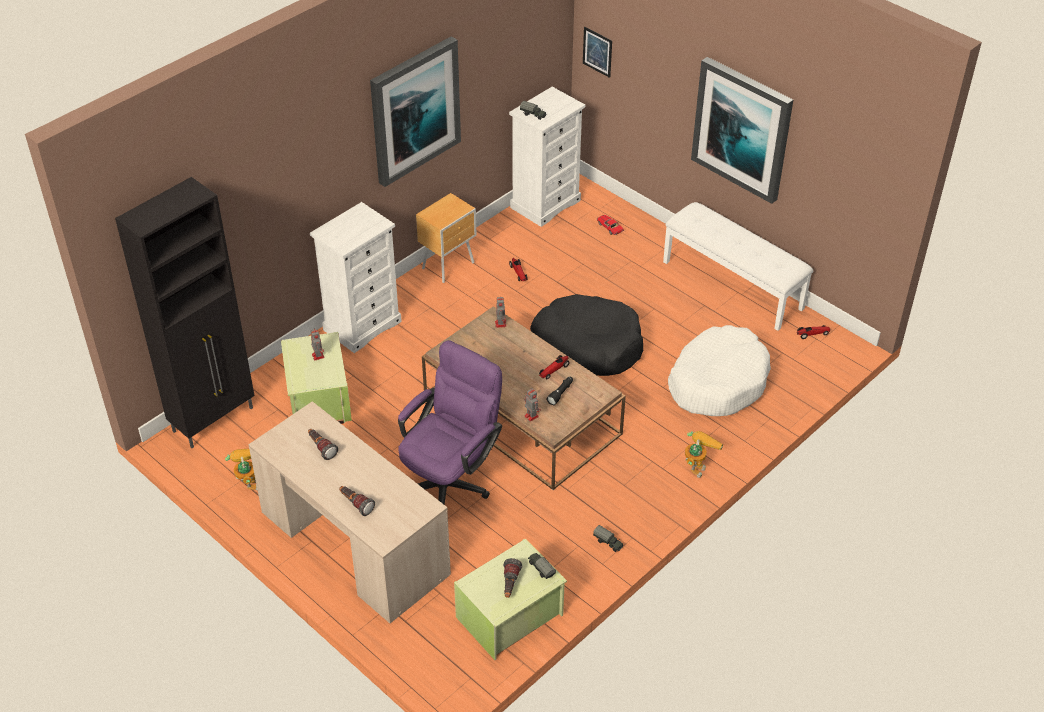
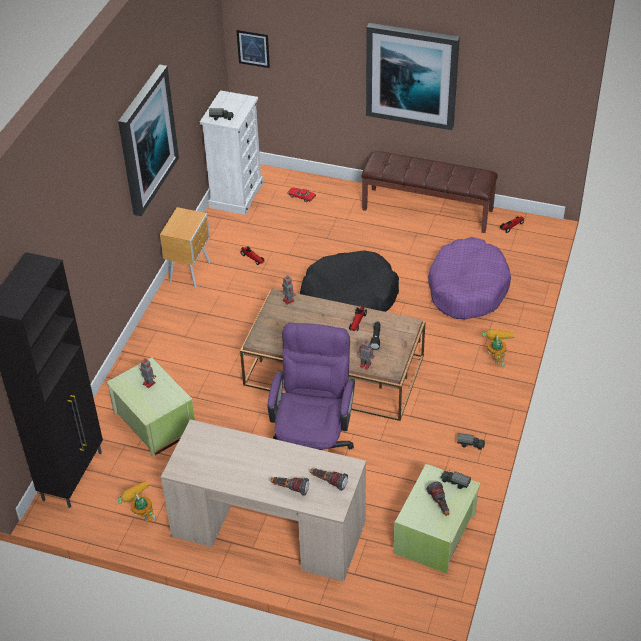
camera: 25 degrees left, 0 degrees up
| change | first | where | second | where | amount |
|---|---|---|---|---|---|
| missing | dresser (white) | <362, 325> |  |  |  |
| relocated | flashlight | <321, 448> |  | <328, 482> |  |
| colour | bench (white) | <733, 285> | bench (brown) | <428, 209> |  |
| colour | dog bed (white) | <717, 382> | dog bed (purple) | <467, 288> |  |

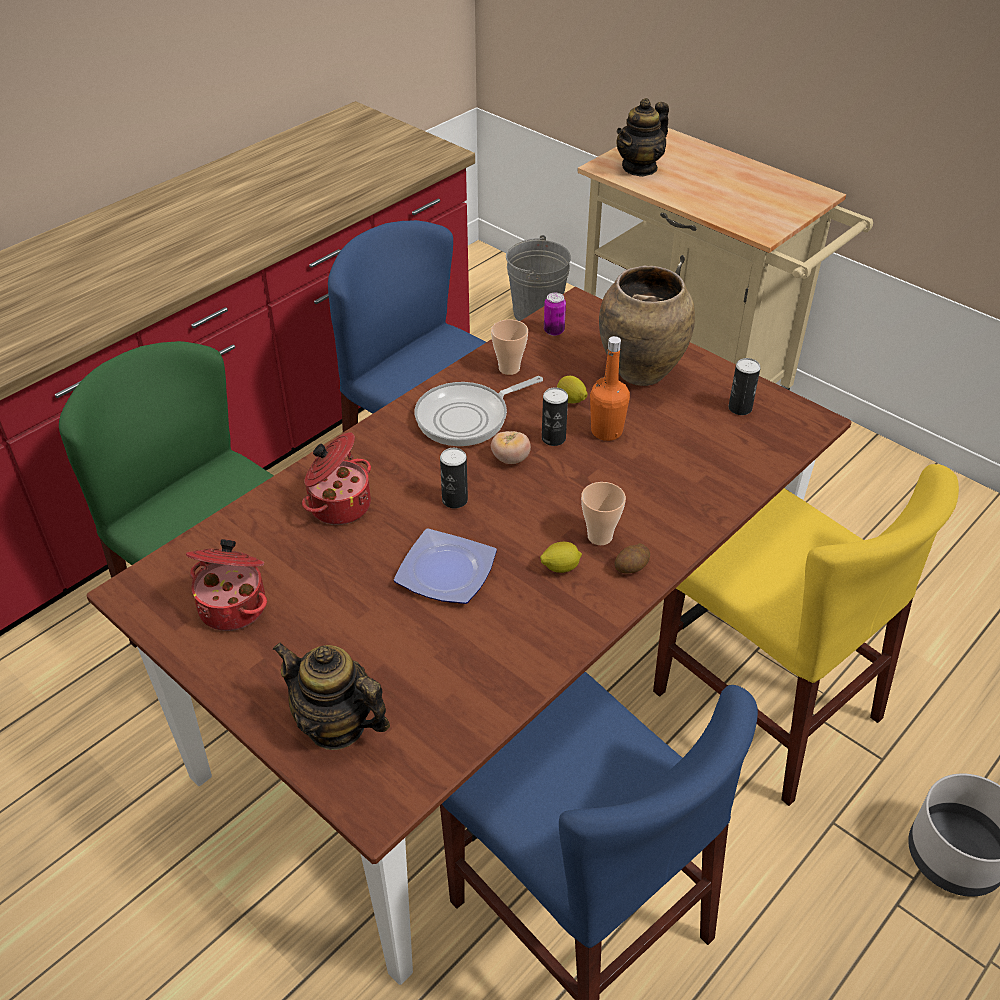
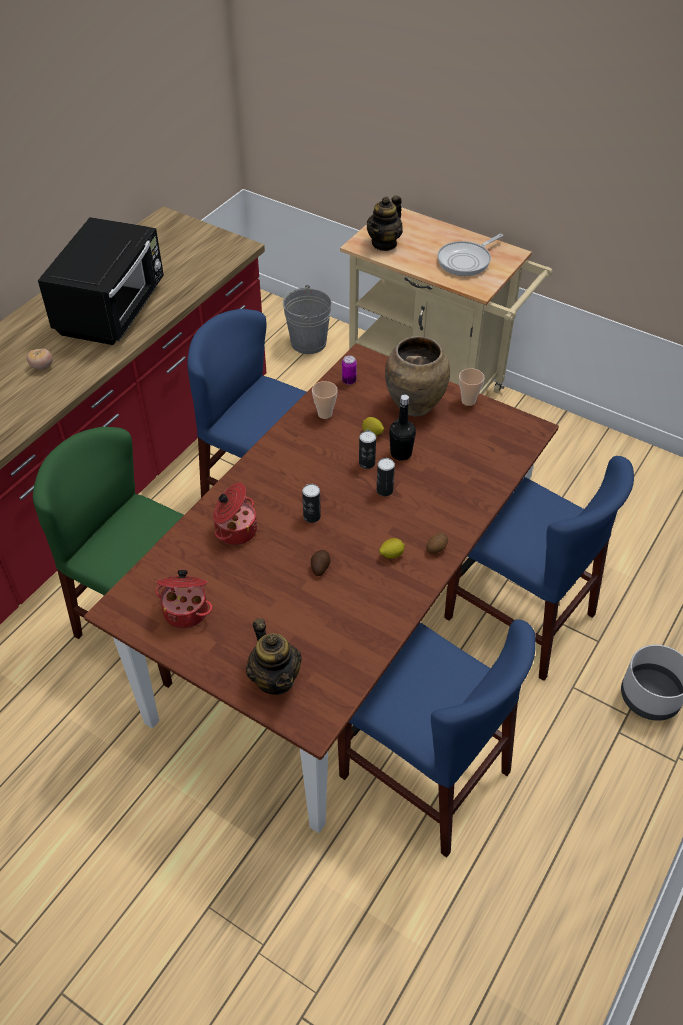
camera: 10 degrees left, 5 degrees up
| change | first | where | second | where | amount |
|---|---|---|---|---|---|
| appeared |  |  | microwave (black) | <113, 310> |  |
| relocated | frying pan | <467, 418> |  | <466, 261> |  |
| relocated | tomato | <510, 459> |  | <42, 366> |  |
| relocated | cup | <600, 536> |  | <468, 401> |  |
| relocated | can | <740, 408> |  | <384, 490> |  |
| exchanged | plate | <448, 571> | potato | <320, 567> |  |
| colour | bottle (orange) | <606, 431> | bottle (black) | <401, 453> |  |
| colour | chair (yellow) | <765, 704> | chair (blue) | <519, 616> |  |
| spun | teapot | <336, 725> |  | <275, 679> | 135 degrees counterclockwise |

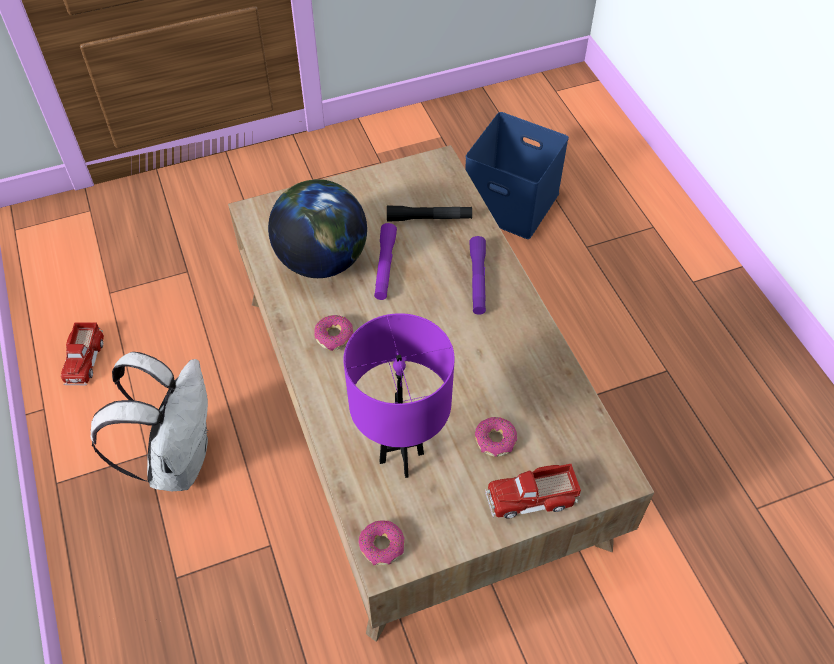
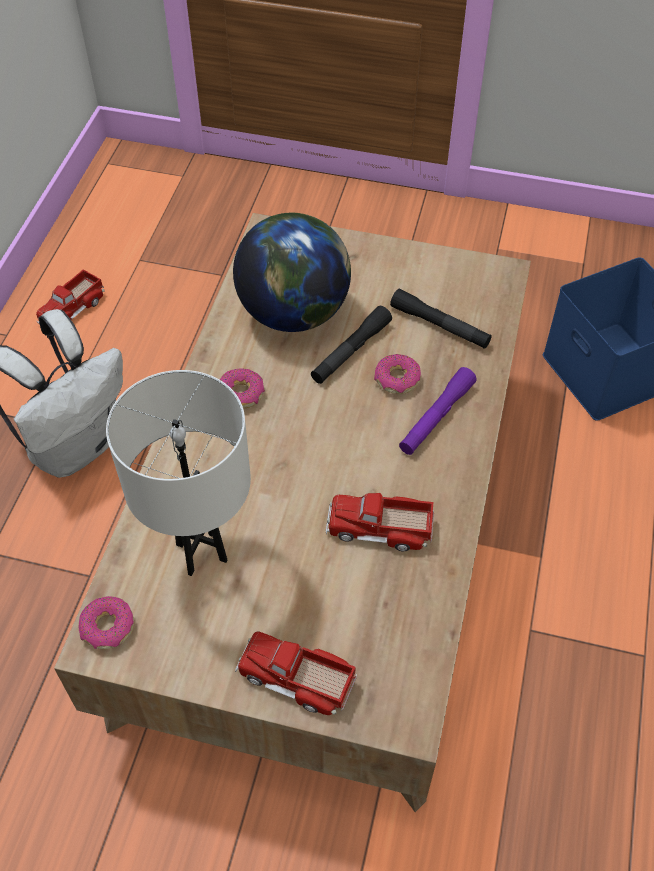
camera: 35 degrees right, 0 degrees up
| change | first | where | second | where | amount |
|---|---|---|---|---|---|
| appeared |  |  | toy truck | <379, 527> |  |
| relocated | donut | <495, 441> |  | <397, 379> |  |
| colour | table lamp (purple) | <401, 457> | table lamp (white) | <201, 552> |  |
| colour | flashlight (purple) | <385, 266> | flashlight (black) | <351, 351> |  |

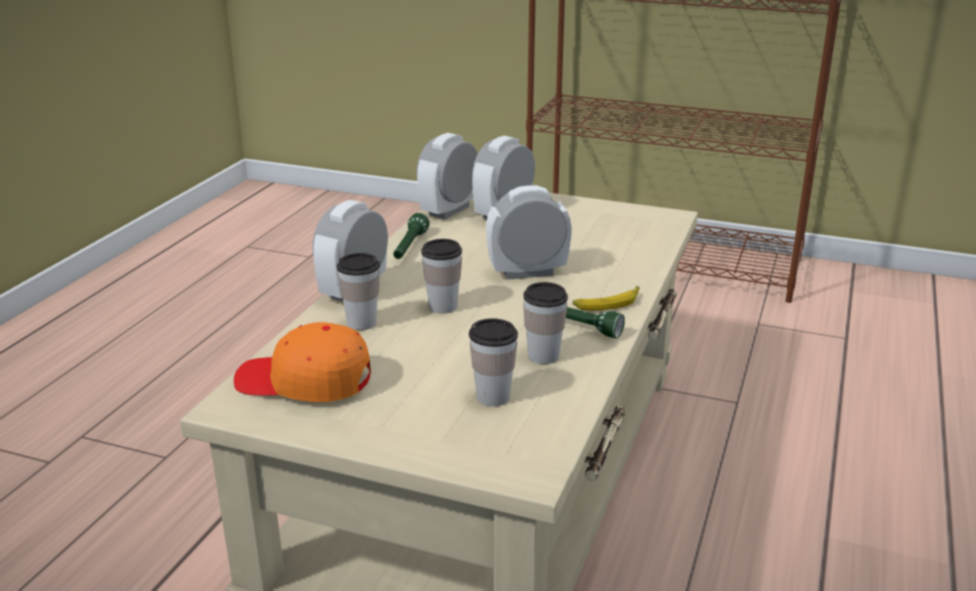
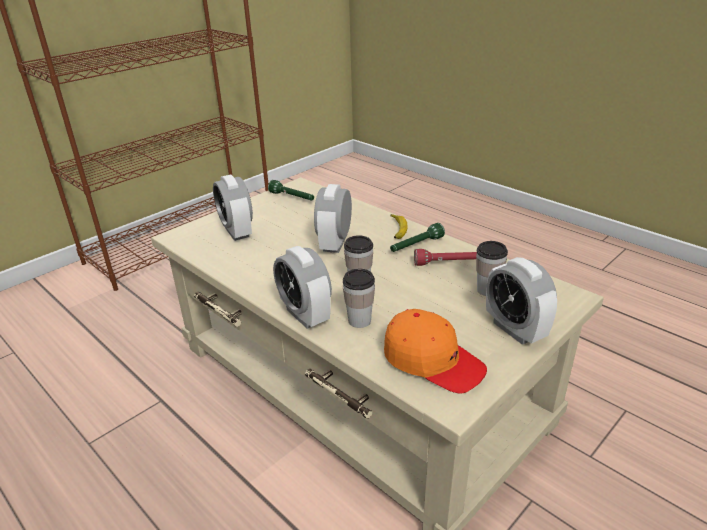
camera: 65 degrees left, 5 degrees up
| change | first | where | second | where | amount |
|---|---|---|---|---|---|
| relocated | flashlight (green) | <409, 247> |  | <292, 198> |  |
| relocated | alarm clock | <449, 211> |  | <515, 330> |  |
| exchanged | cup | <543, 356> | flashlight (red) | <447, 263> |  |
| spun | cap (orange) | <305, 381> |  | <432, 361> | 90 degrees counterclockwise |

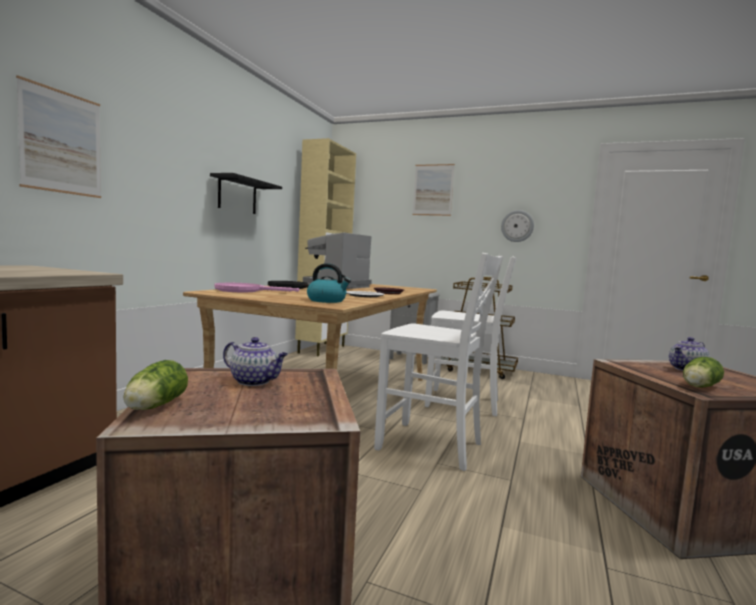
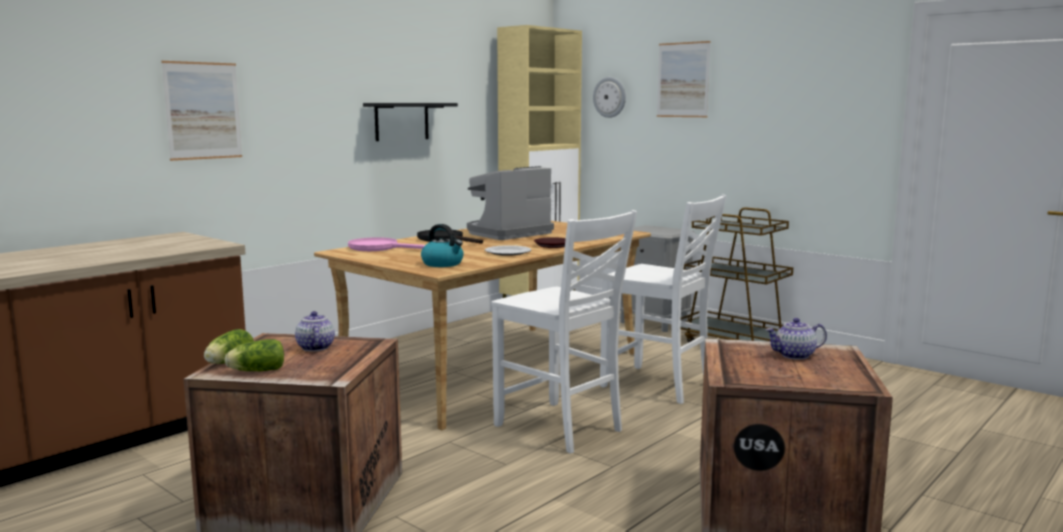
camera: 20 degrees right, 5 degrees up
| change | first | where | second | where | amount |
|---|---|---|---|---|---|
| relocated | wall clock | <517, 226> |  | <610, 97> |  |
| relocated | lettuce | <698, 387> |  | <255, 371> |  |
| spun | teapot | <255, 381> |  | <315, 347> | 150 degrees counterclockwise |

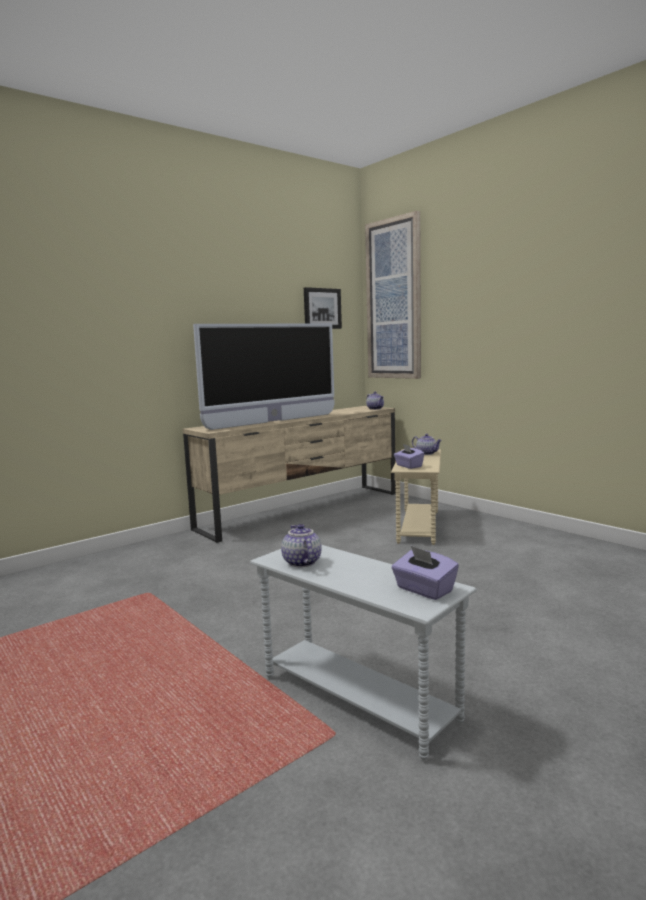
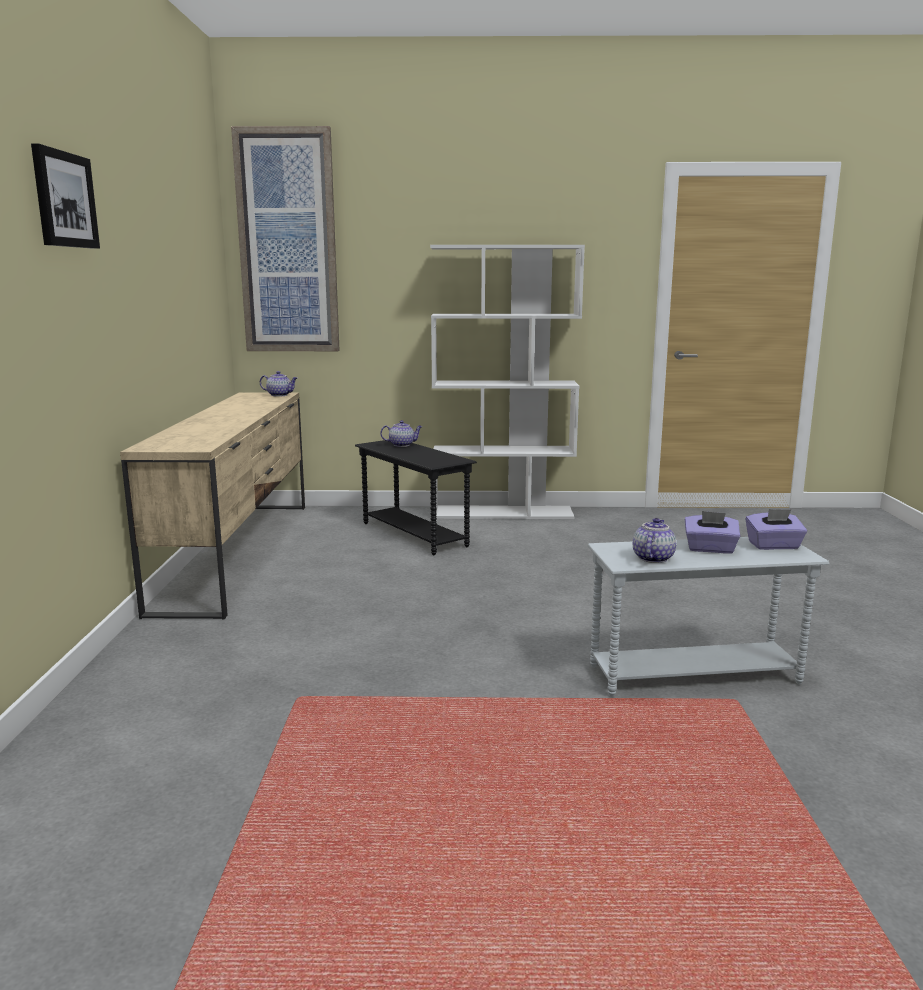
camera: 50 degrees left, 5 degrees up
| change | first | where | second | where | amount |
|---|---|---|---|---|---|
| missing | television | <273, 421> |  |  |  |
| appeared |  |  | bookcase (white) | <503, 513> |  |
| relocated | picture | <322, 308> |  | <64, 200> |  |
| relocated | tissue box (purple) | <408, 466> |  | <710, 549> |  |
| colour | side table (beige) | <418, 527> | side table (black) | <413, 535> |  |
| spun | teapot | <300, 562> |  | <652, 558> | 90 degrees clockwise |

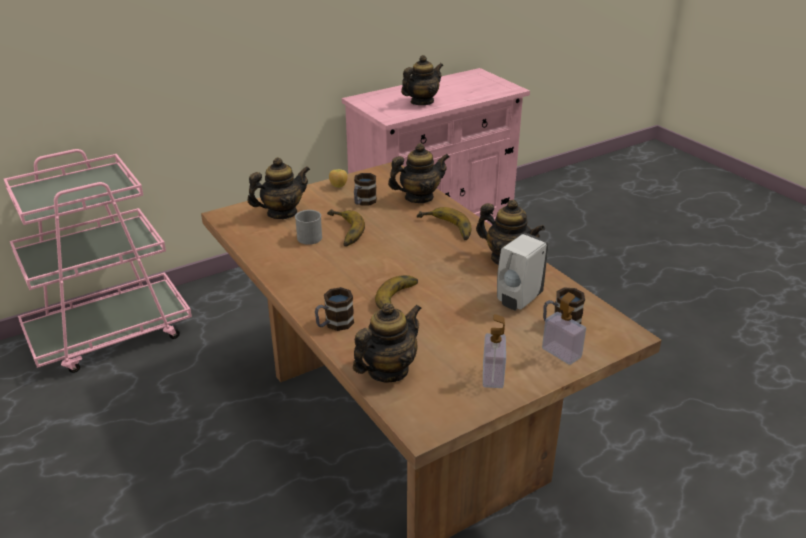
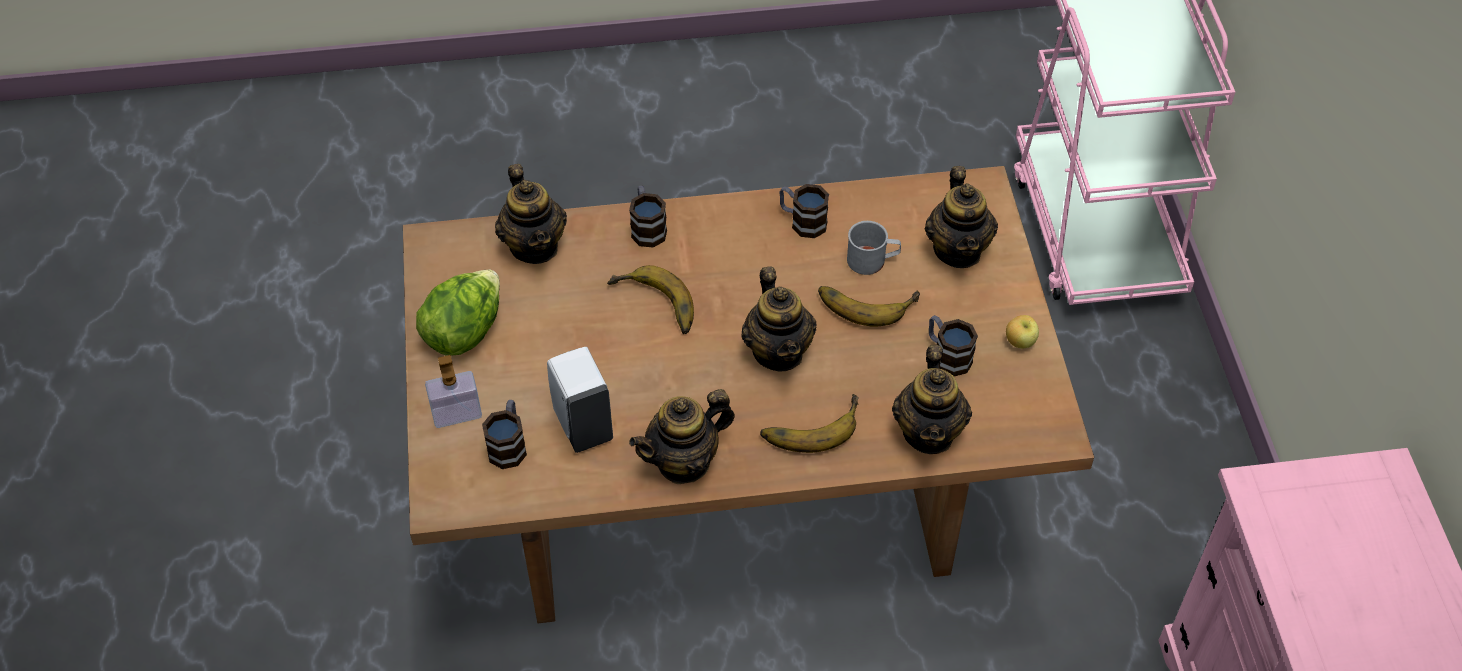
camera: 115 degrees right, 20 degrees up
| change | first | where | second | where | amount |
|---|---|---|---|---|---|
| appeared |  |  | mug | <802, 221> |  |
| relocated | teapot | <421, 102> |  | <778, 351> |  |
| exchanged | soap dispenser | <493, 376> | lettuce | <464, 331> |  |

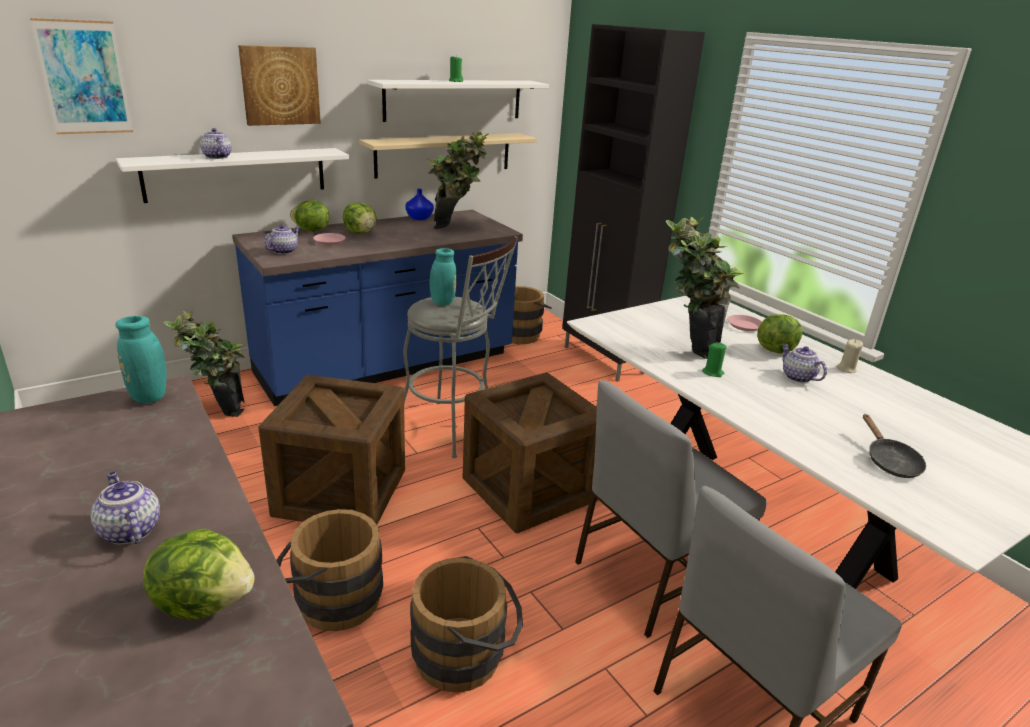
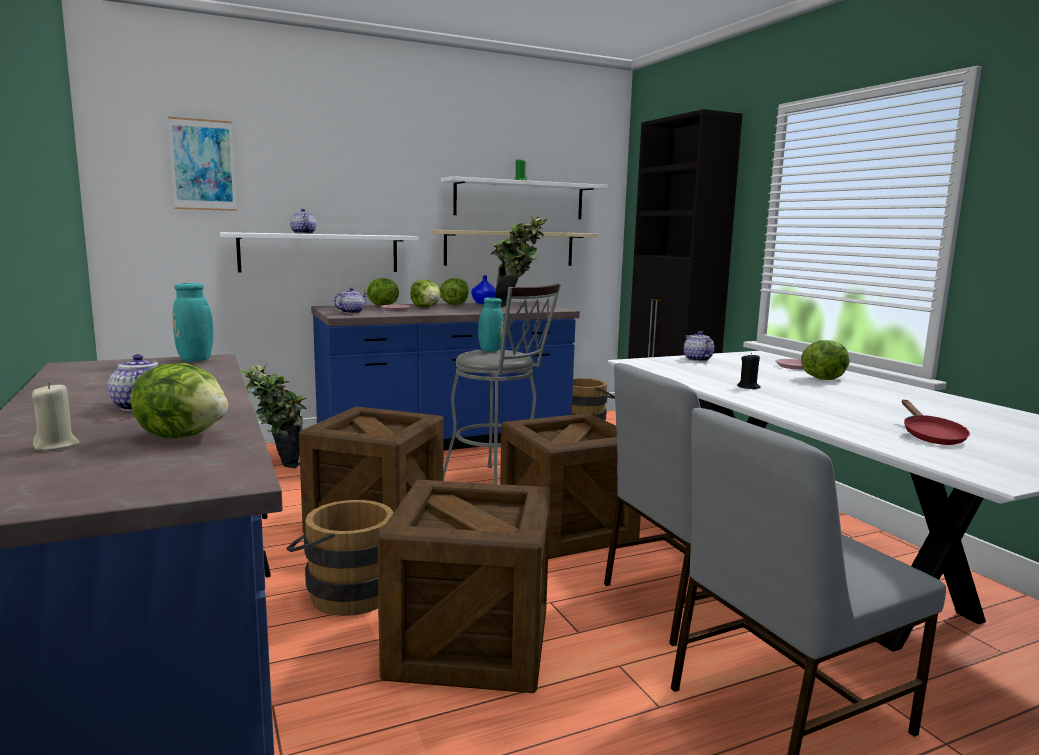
camera: 10 degrees right, 15 degrees down
| change | first | where | second | where | amount |
|---|---|---|---|---|---|
| missing | picture | <280, 85> |  |  |  |
| missing | potted plant | <686, 347> |  |  |  |
| appeared |  |  | lettuce | <454, 304> |  |
| relocated | teapot | <797, 377> |  | <697, 359> |  |
| relocated | candle (beige) | <846, 369> |  | <56, 445> |  |
| exchanged | bucket (brown) | <466, 655> | crate | <470, 643> |  |
| colour | candle (green) | <713, 373> | candle (black) | <748, 387> |  |
| colour | frying pan (black) | <889, 461> | frying pan (red) | <930, 436> |  |

